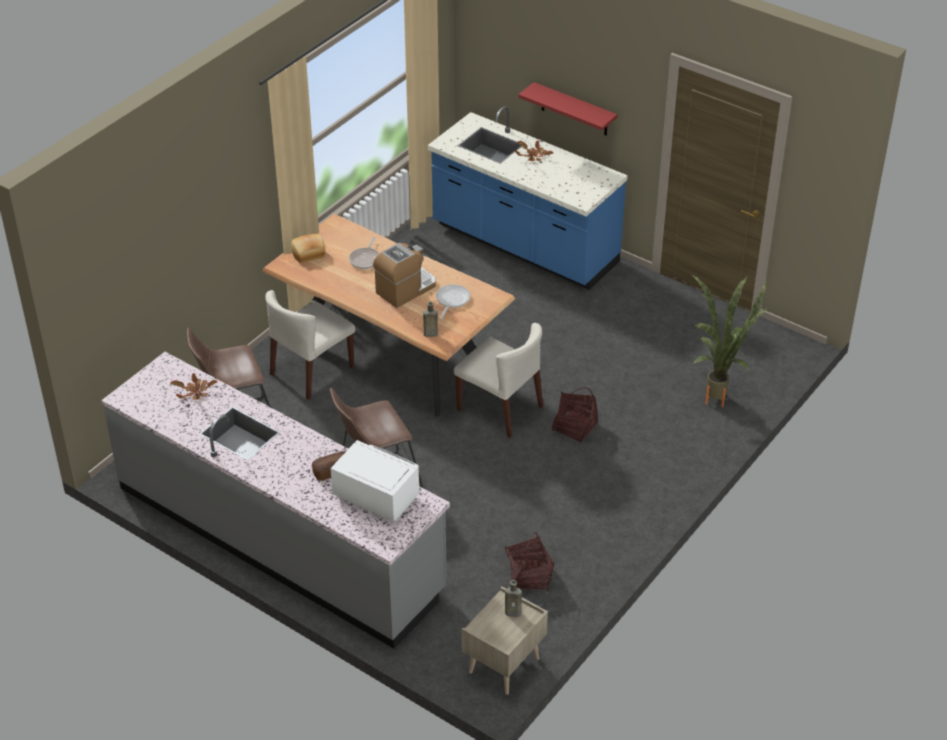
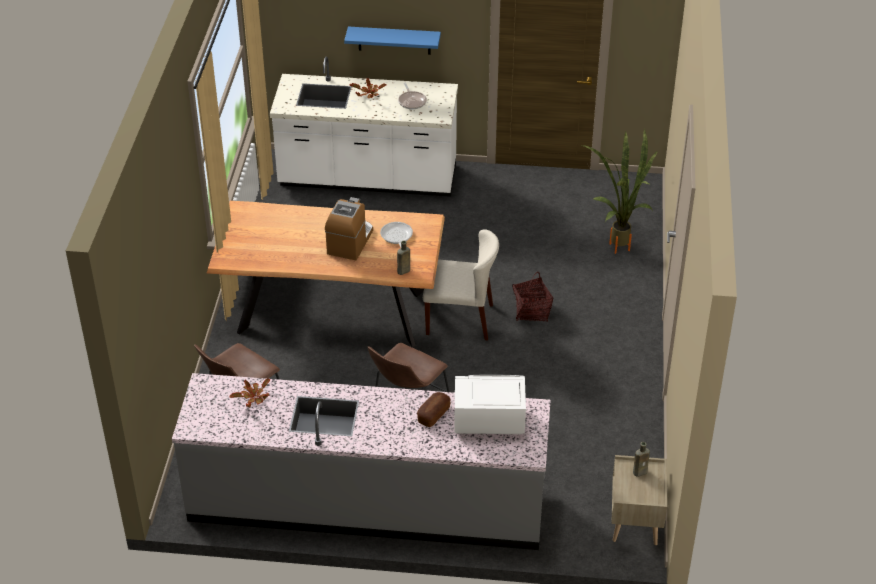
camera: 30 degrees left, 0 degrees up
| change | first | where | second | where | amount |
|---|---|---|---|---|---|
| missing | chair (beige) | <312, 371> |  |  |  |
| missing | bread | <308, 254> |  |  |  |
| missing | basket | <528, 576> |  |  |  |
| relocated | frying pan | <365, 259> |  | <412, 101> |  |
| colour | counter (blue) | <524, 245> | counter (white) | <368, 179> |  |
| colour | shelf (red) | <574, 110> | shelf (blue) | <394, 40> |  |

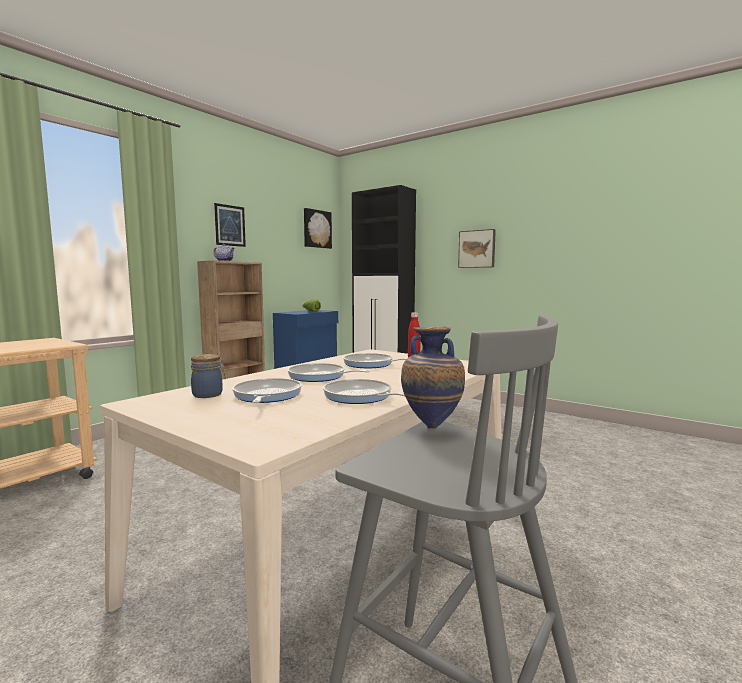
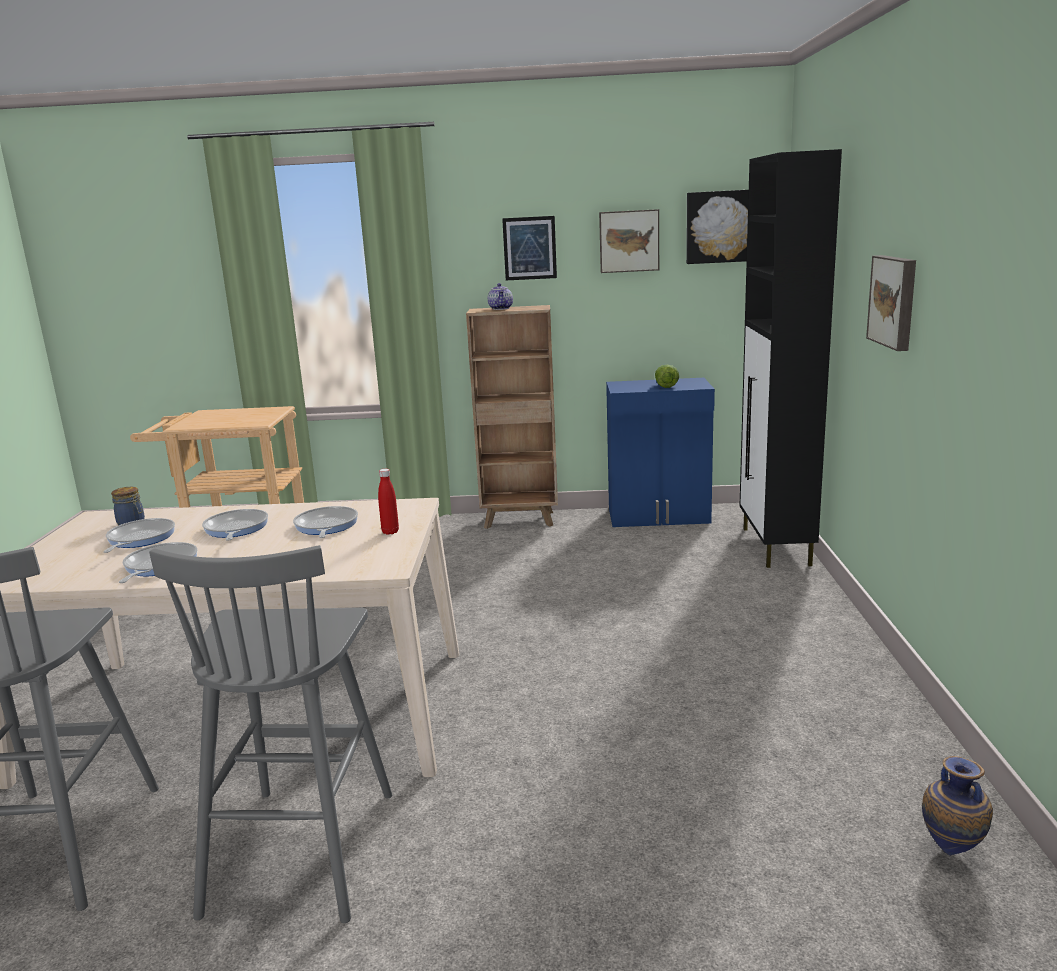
camera: 55 degrees right, 10 degrees up
| change | first | where | second | where | amount |
|---|---|---|---|---|---|
| appeared |  |  | stool (grey) | <303, 848> |  |
| appeared |  |  | picture | <629, 241> |  |
| relocated | vase | <432, 426> |  | <952, 850> |  |
| spun | frying pan | <266, 396> |  | <139, 539> | 45 degrees counterclockwise |

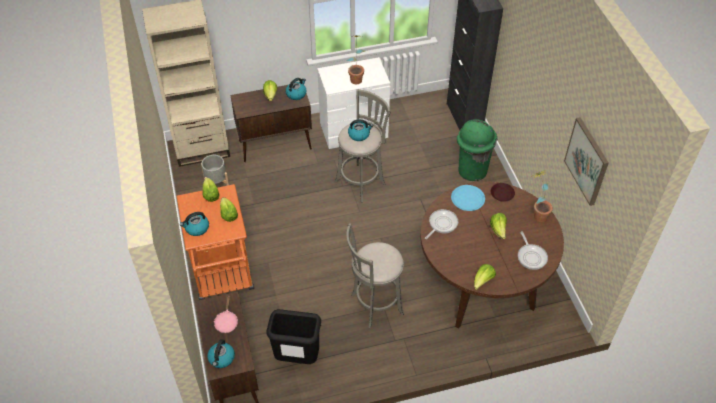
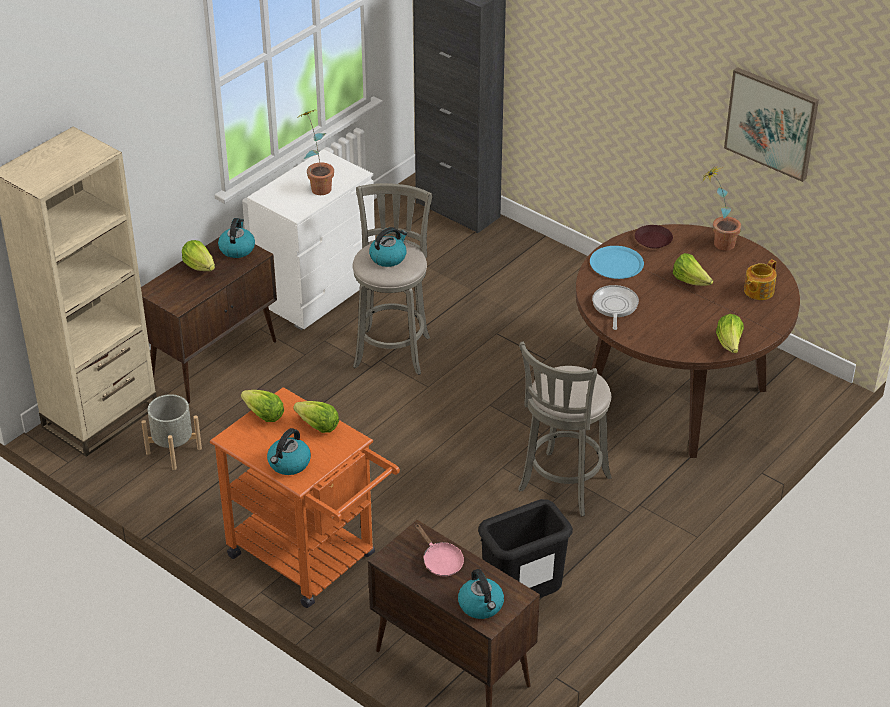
camera: 35 degrees left, 10 degrees down
| change | first | where | second | where | amount |
|---|---|---|---|---|---|
| missing | trash can (green) | <472, 170> |  |  |  |
| exchanged | frying pan | <531, 256> | teapot | <758, 291> |  |

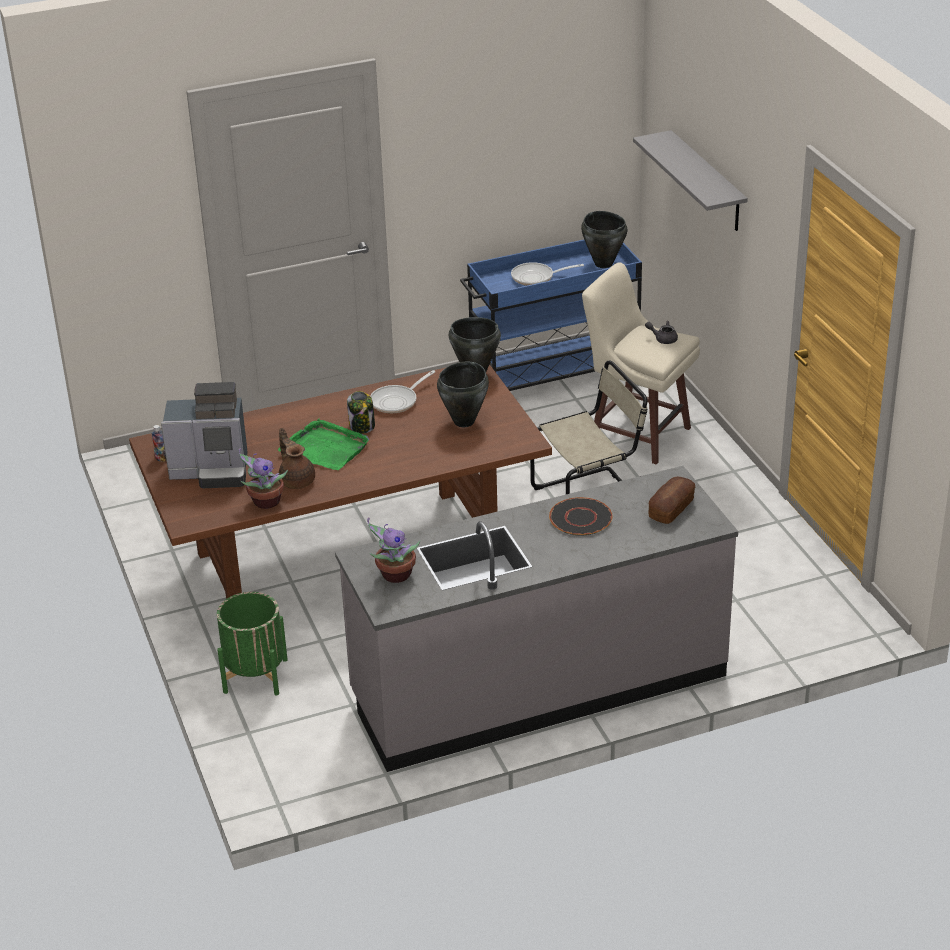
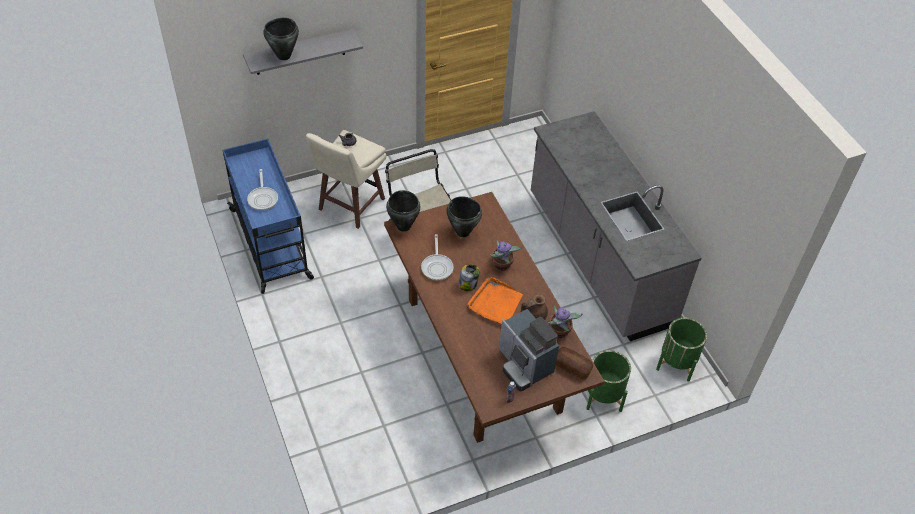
camera: 95 degrees left, 15 degrees up
| change | first | where | second | where | amount |
|---|---|---|---|---|---|
| missing | plate (black) | <581, 518> |  |  |  |
| appeared |  |  | planter (green) | <677, 362> |  |
| relocated | potted plant | <394, 575> |  | <502, 265> |  |
| relocated | cooking pot (black) | <603, 263> |  | <283, 56> |  |
| relocated | bread | <671, 509> |  | <572, 367> |  |
| colour | tray (green) | <325, 448> | tray (orange) | <495, 303> |  |
| spun | coffee machine | <212, 471> |  | <524, 365> | 150 degrees clockwise |
| spun | frying pan | <397, 401> |  | <437, 267> | 45 degrees clockwise |

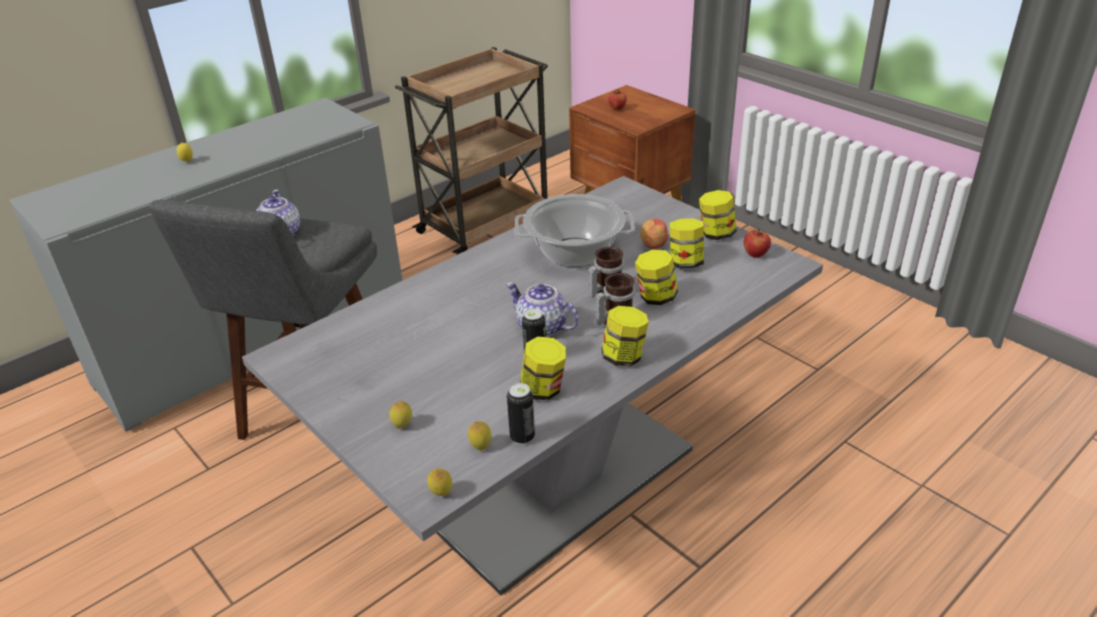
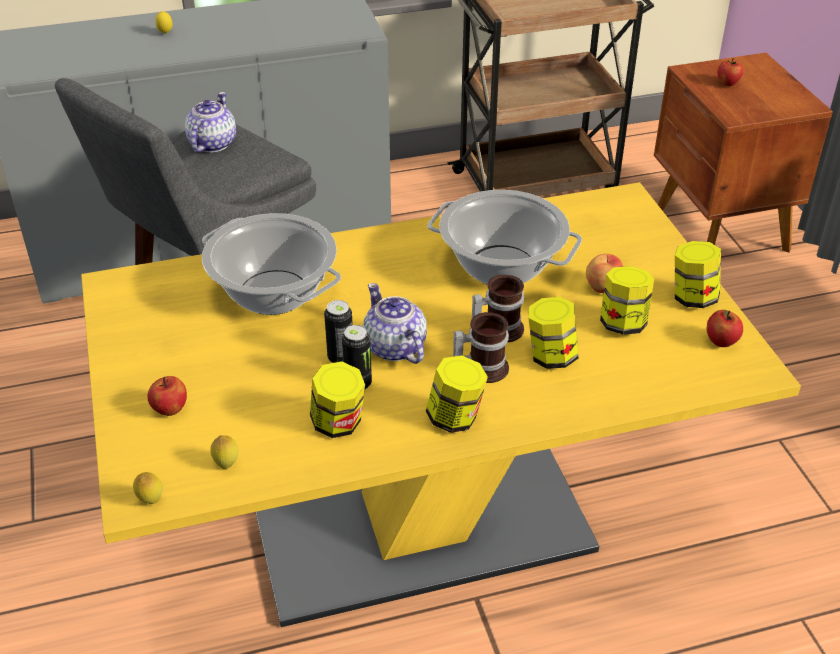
camera: 25 degrees right, 5 degrees up
| change | first | where | second | where | amount |
|---|---|---|---|---|---|
| appeared |  |  | cooking pot | <274, 293> |  |
| relocated | can | <522, 437> |  | <340, 358> |  |
| exchanged | lemon | <402, 426> | apple | <170, 409> |  |
| colour | dining table (grey) | <555, 478> | dining table (yellow) | <419, 521> |  |

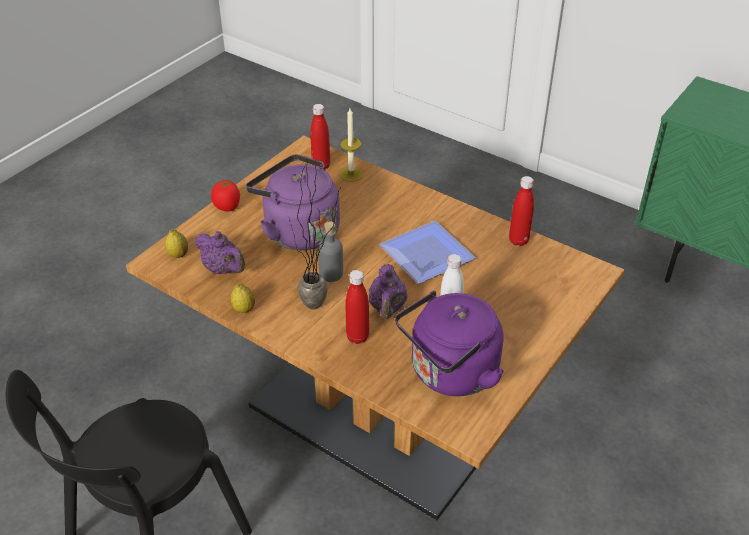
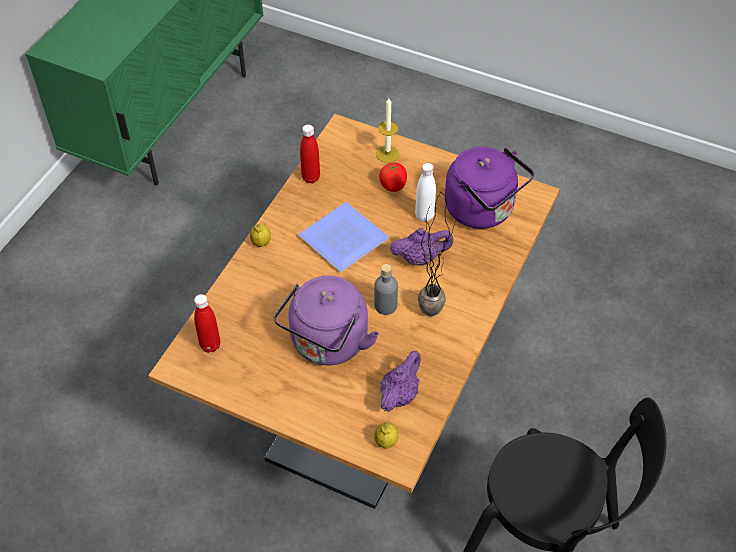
camera: 100 degrees left, 10 degrees up
| change | first | where | second | where | amount |
|---|---|---|---|---|---|
| missing | bottle (red) | <357, 337> |  |  |  |
| relocated | tomato | <227, 207> |  | <393, 186> |  |
| relocated | lemon | <244, 309> |  | <261, 243> |  |
| relocated | candle | <351, 174> |  | <387, 154> |  |

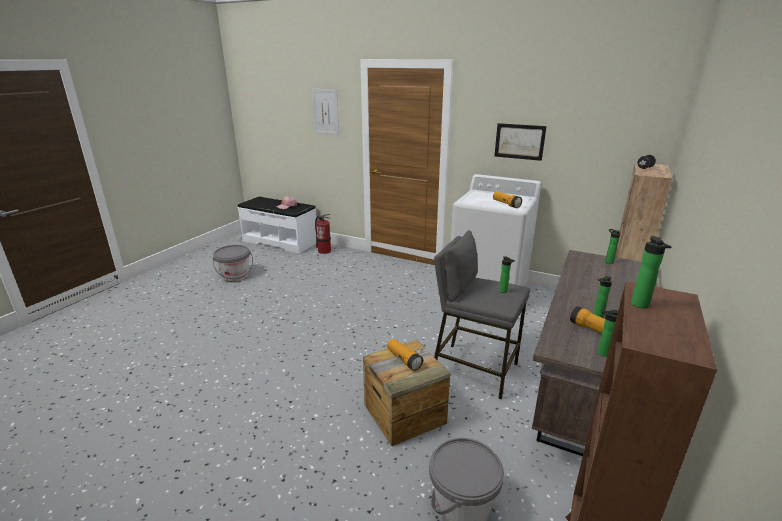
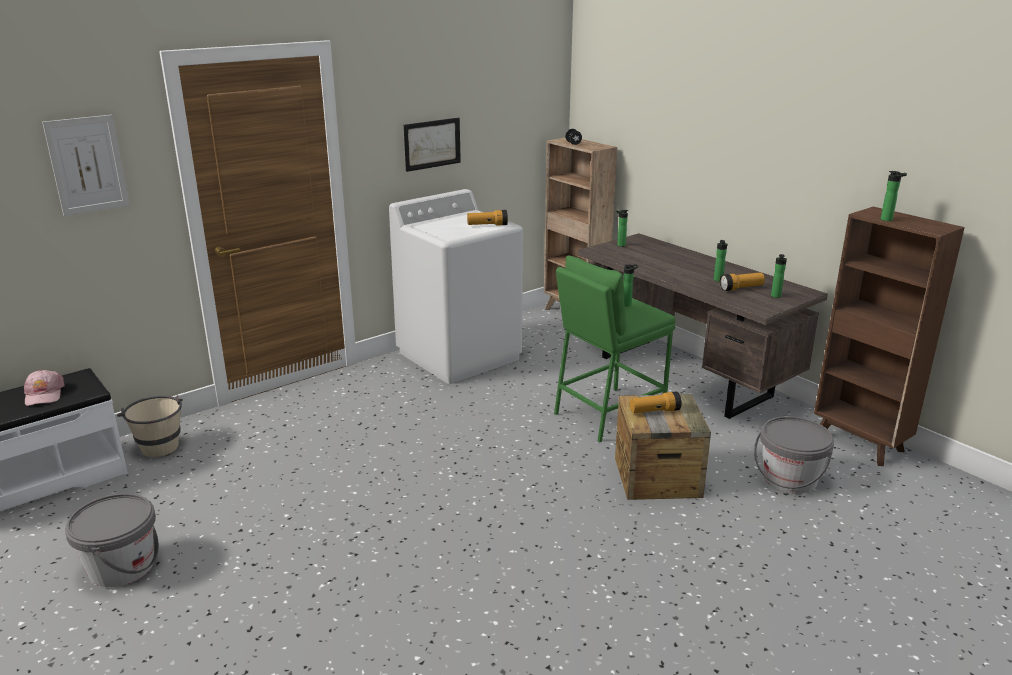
camera: 65 degrees left, 0 degrees up
| change | first | where | second | where | amount |
|---|---|---|---|---|---|
| exchanged | fire extinguisher | <324, 251> | bucket (beige) | <158, 444> |  |
| colour | stool (grey) | <474, 369> | stool (green) | <608, 414> |  |

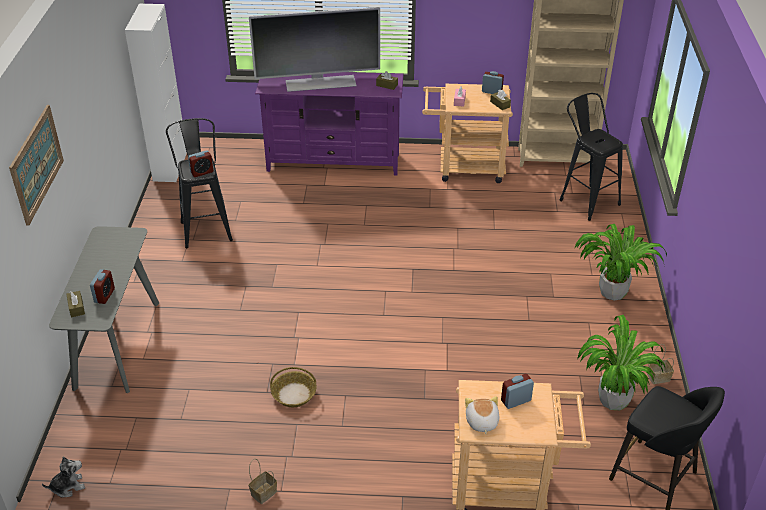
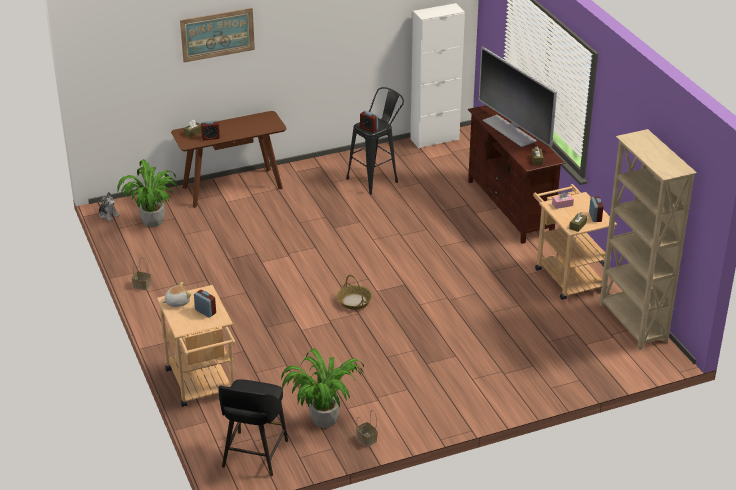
camera: 65 degrees right, 5 degrees down
| change | first | where | second | where | amount |
|---|---|---|---|---|---|
| missing | stool (black) | <585, 199> |  |  |  |
| relocated | basket | <293, 394> |  | <354, 301> |  |
| relocated | potted plant | <613, 291> |  | <153, 221> |  |
| colour | console table (grey) | <117, 344> | console table (brown) | <232, 187> |  |
| colour | tv stand (purple) | <334, 162> | tv stand (brown) | <510, 208> |  |

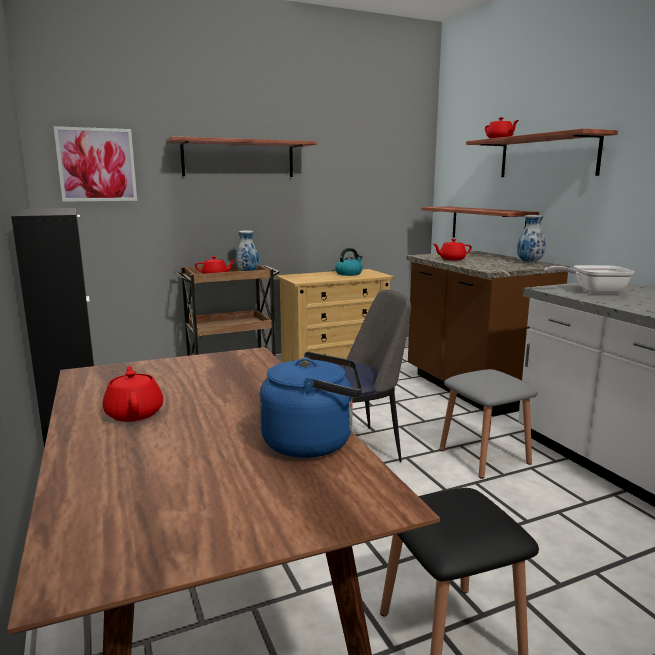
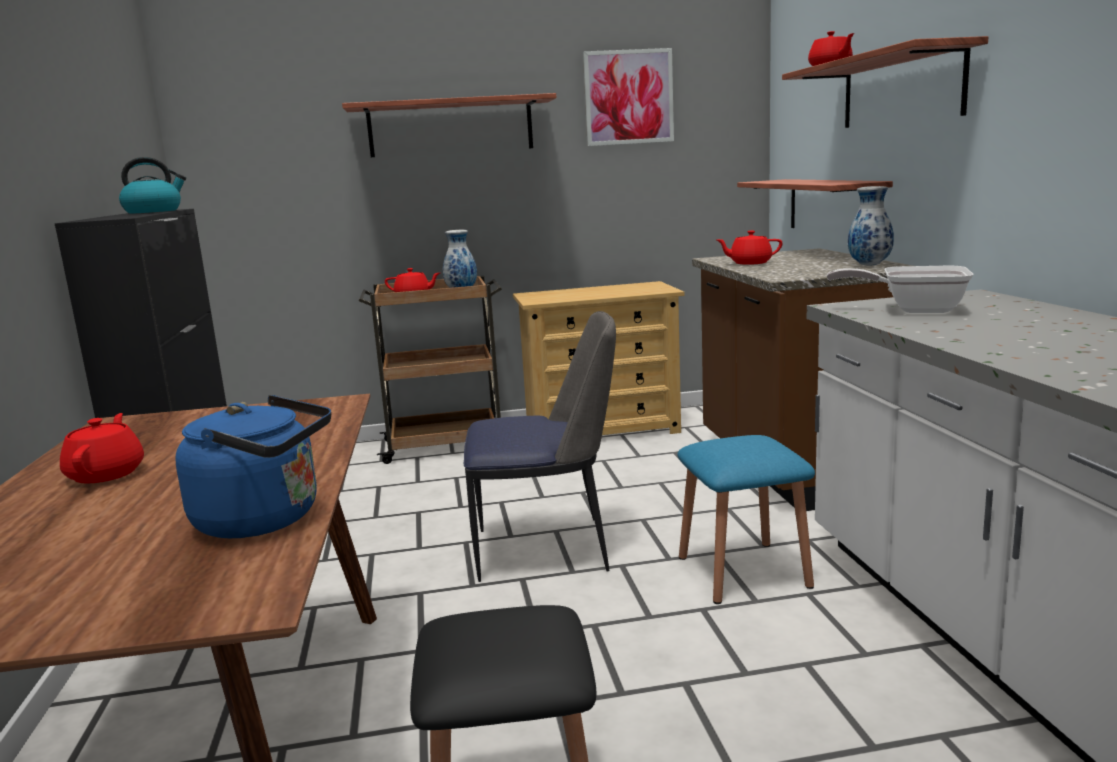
camera: 15 degrees right, 0 degrees up
| change | first | where | second | where | amount |
|---|---|---|---|---|---|
| relocated | picture | <97, 165> |  | <628, 97> |  |
| relocated | kettle | <349, 274> |  | <154, 211> |  |
| colour | stool (grey) | <484, 456> | stool (blue) | <743, 571> |  |

